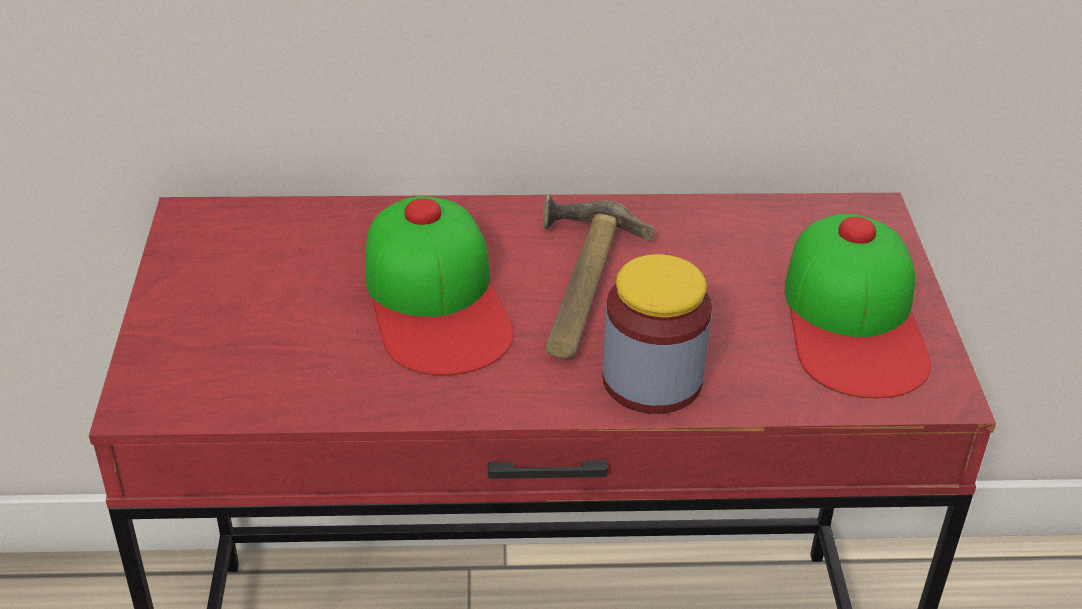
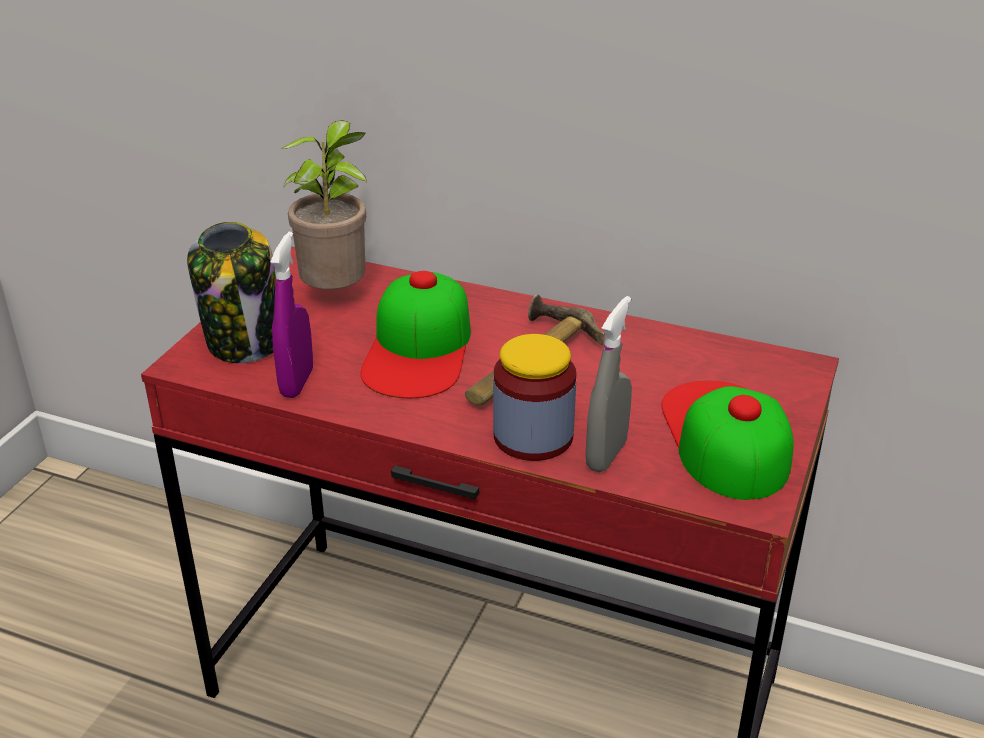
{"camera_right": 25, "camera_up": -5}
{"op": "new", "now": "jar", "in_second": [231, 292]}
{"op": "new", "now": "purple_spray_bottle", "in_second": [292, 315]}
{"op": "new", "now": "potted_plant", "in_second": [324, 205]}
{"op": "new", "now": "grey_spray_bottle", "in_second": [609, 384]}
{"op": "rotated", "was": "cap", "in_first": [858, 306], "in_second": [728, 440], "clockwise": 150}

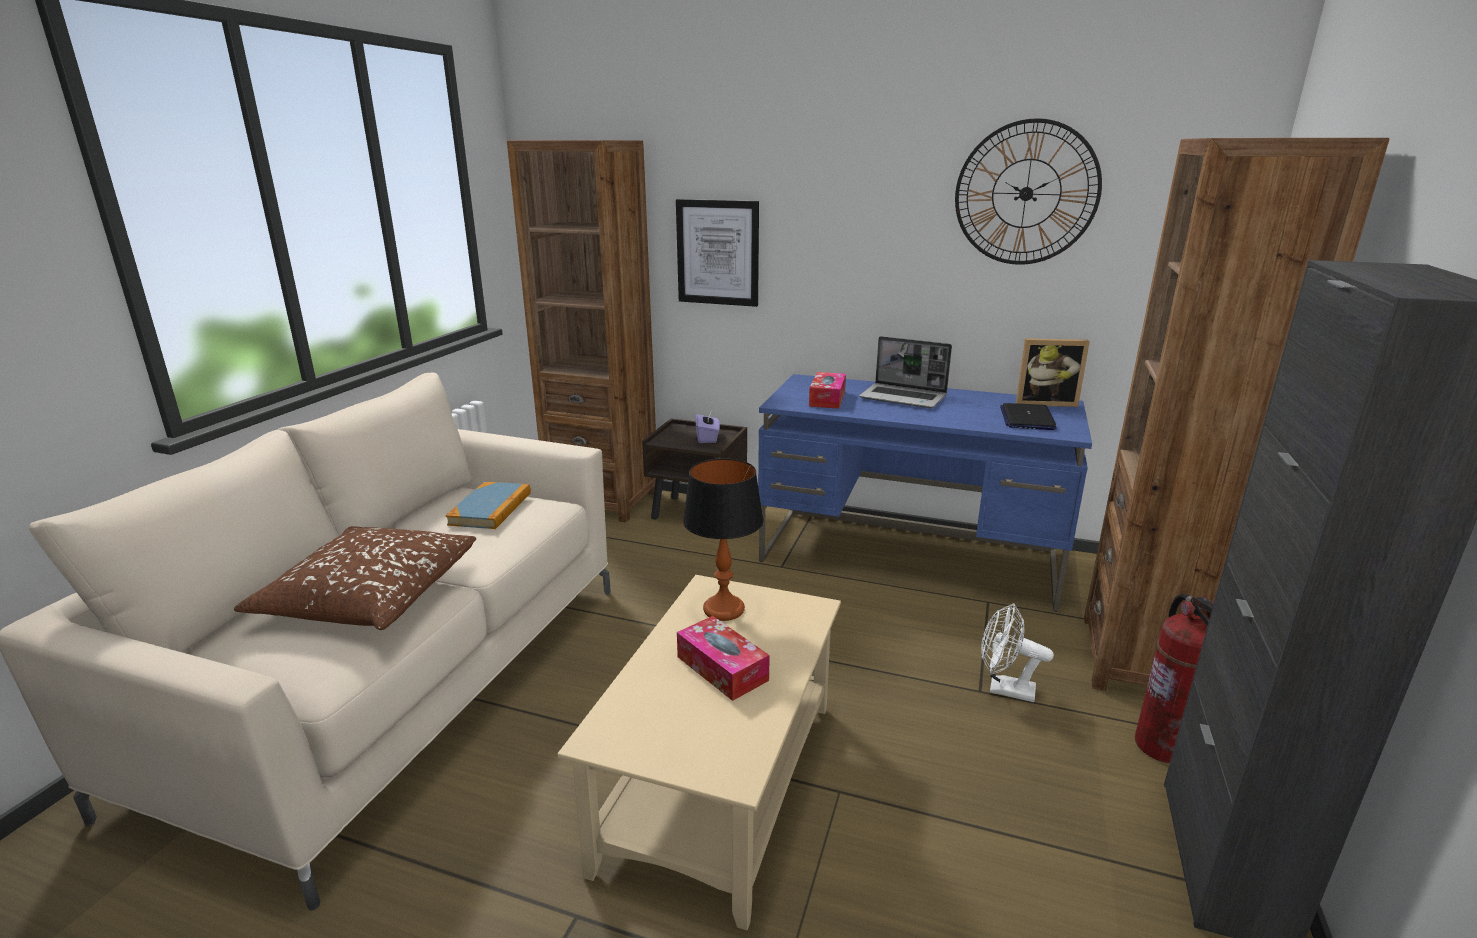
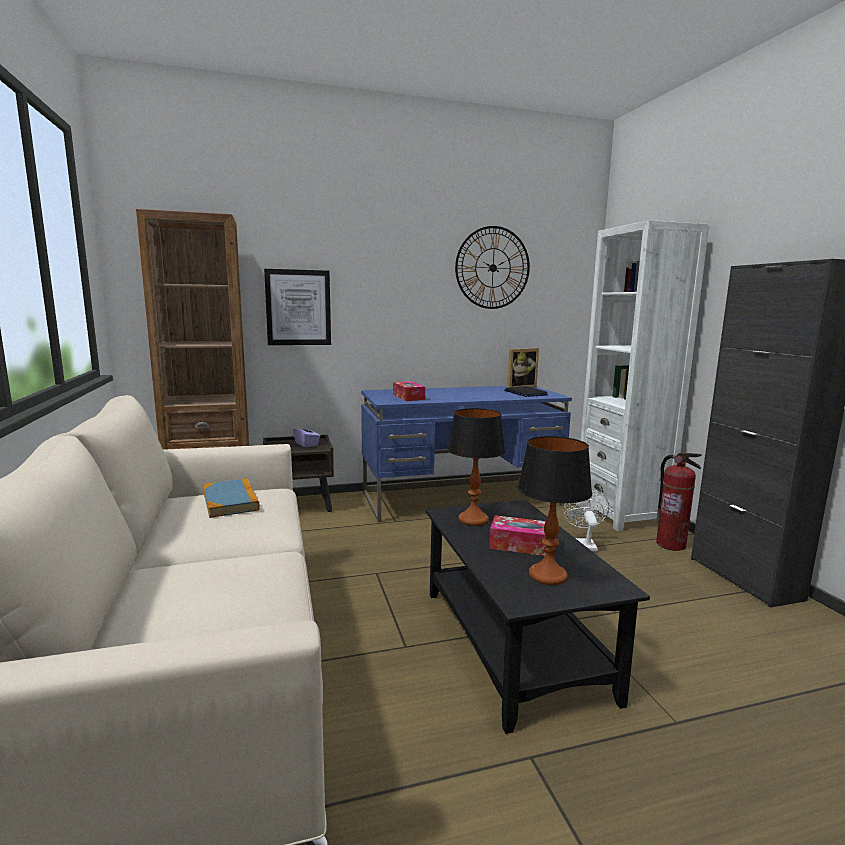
{"camera_right": -35, "camera_up": -10}
{"op": "gone", "was": "brown_pillow", "in_first": [355, 578]}
{"op": "gone", "was": "laptop", "in_first": [905, 372]}
{"op": "new", "now": "table_lamp", "in_second": [555, 510]}
{"op": "repainted", "was": "beige_coffee_table", "now": "black_coffee_table", "in_first": [699, 752], "in_second": [537, 617]}
{"op": "repainted", "was": "brown_bookcase", "now": "white_bookcase", "in_first": [1236, 414], "in_second": [642, 375]}
{"op": "rotated", "was": "white_fan", "in_first": [1017, 652], "in_second": [586, 521], "clockwise": 105}

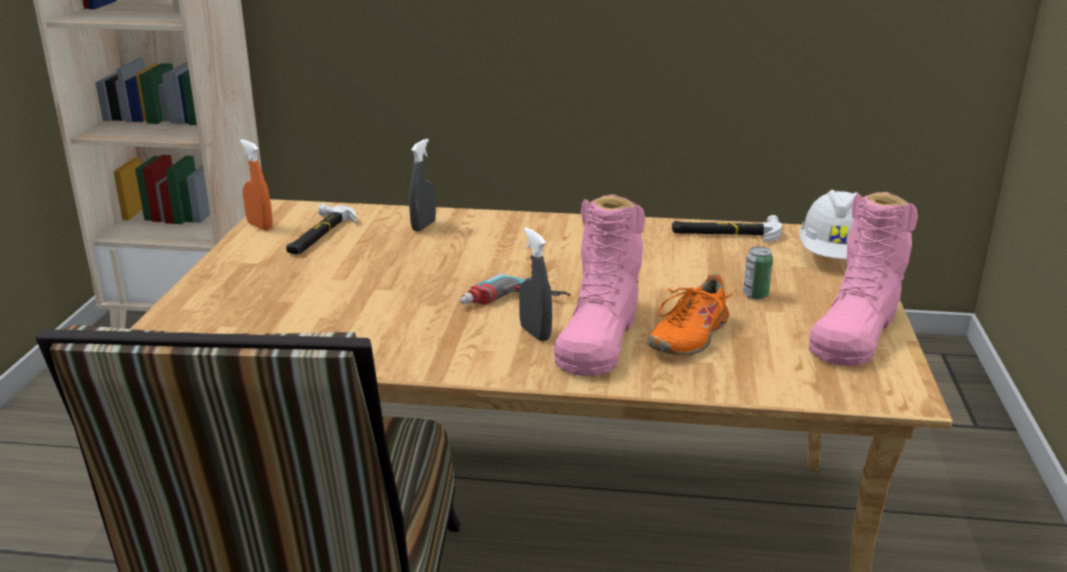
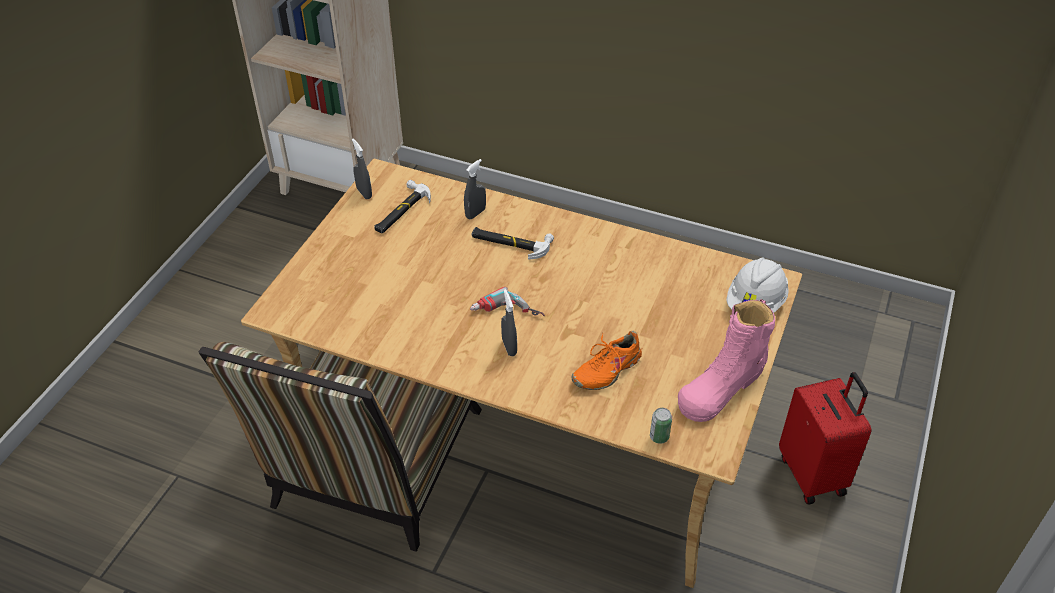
{"camera_right": 15, "camera_up": 20}
{"op": "gone", "was": "pink_boot", "in_first": [599, 285]}
{"op": "new", "now": "red_suitcase", "in_second": [825, 438]}
{"op": "shifted", "was": "hammer", "in_first": [727, 228], "in_second": [513, 243]}
{"op": "shifted", "was": "can", "in_first": [758, 272], "in_second": [661, 426]}
{"op": "repainted", "was": "orange_spray_bottle", "now": "grey_spray_bottle", "in_first": [256, 185], "in_second": [362, 168]}

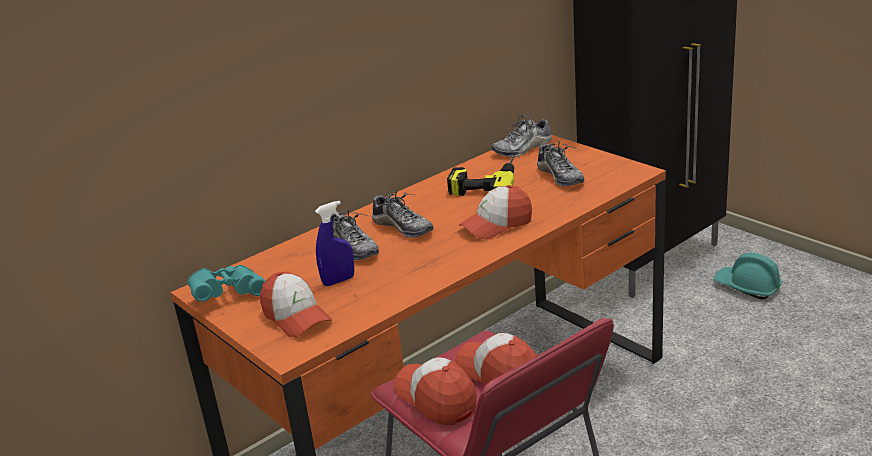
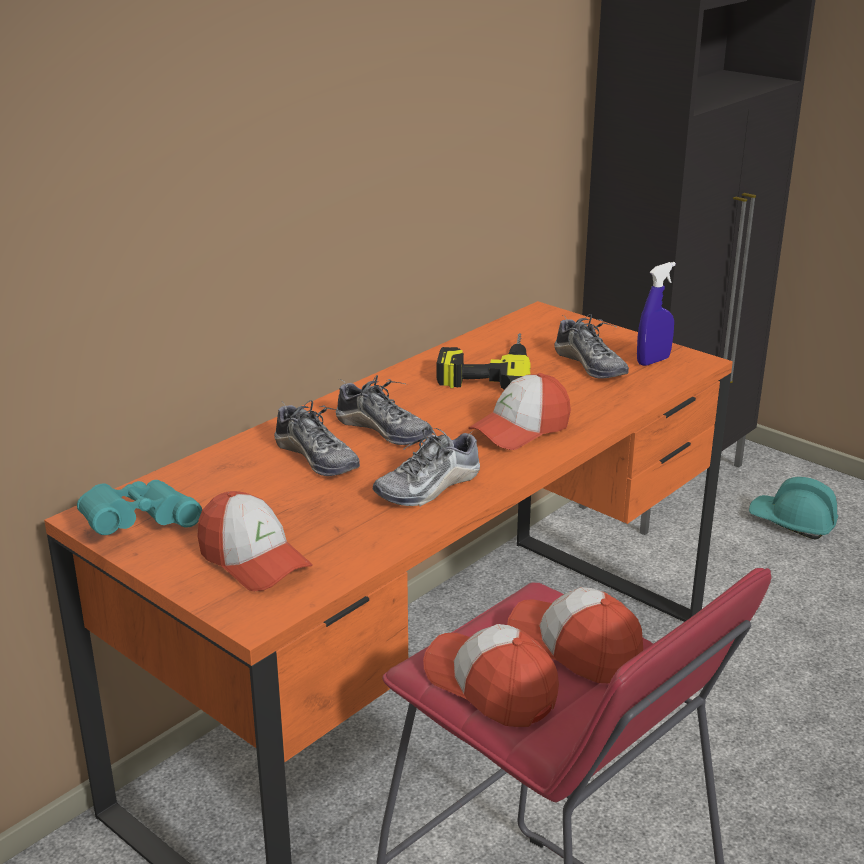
{"camera_right": -10, "camera_up": 0}
{"op": "shifted", "was": "blue_spray_bottle", "in_first": [334, 243], "in_second": [656, 314]}
{"op": "shifted", "was": "shoe", "in_first": [521, 135], "in_second": [426, 466]}

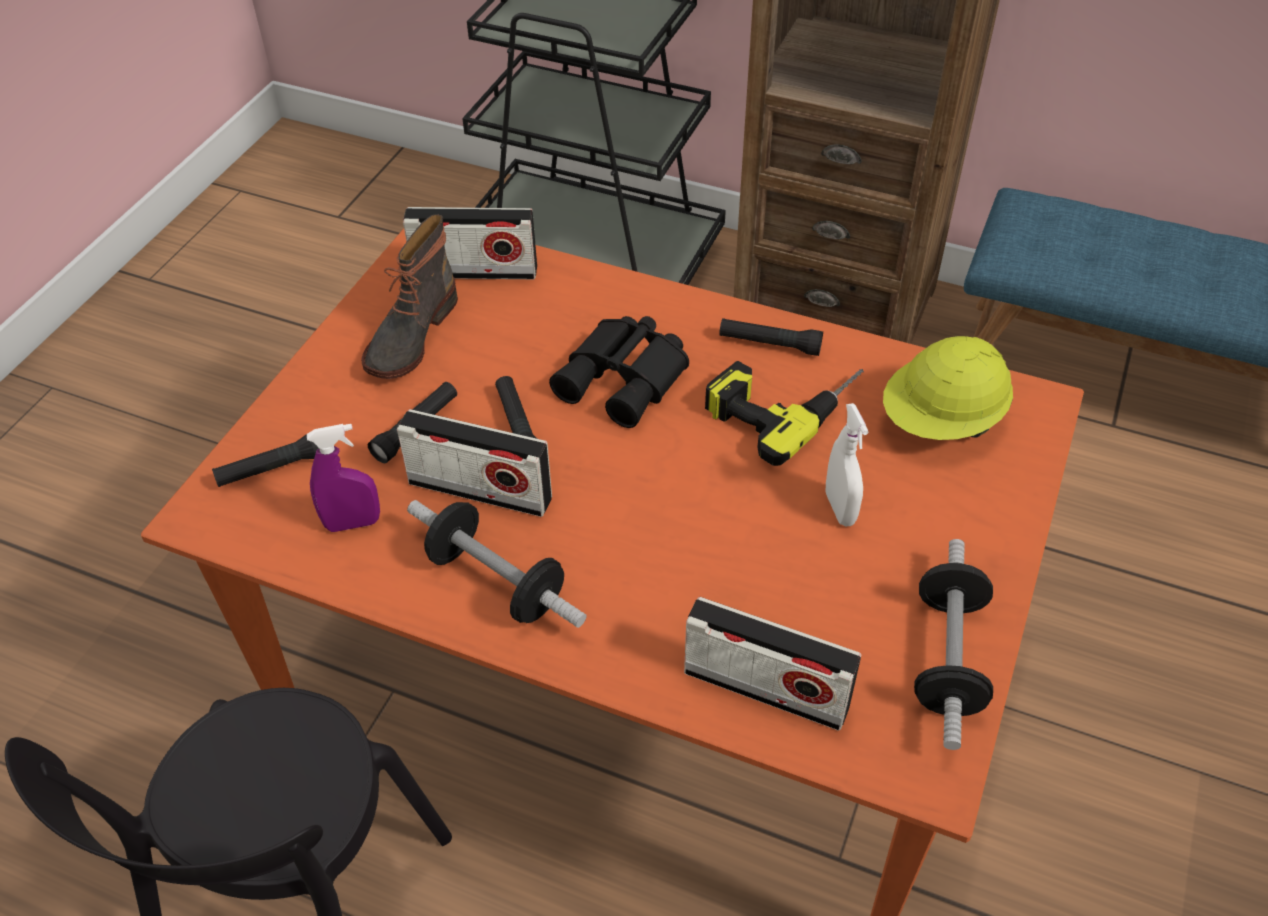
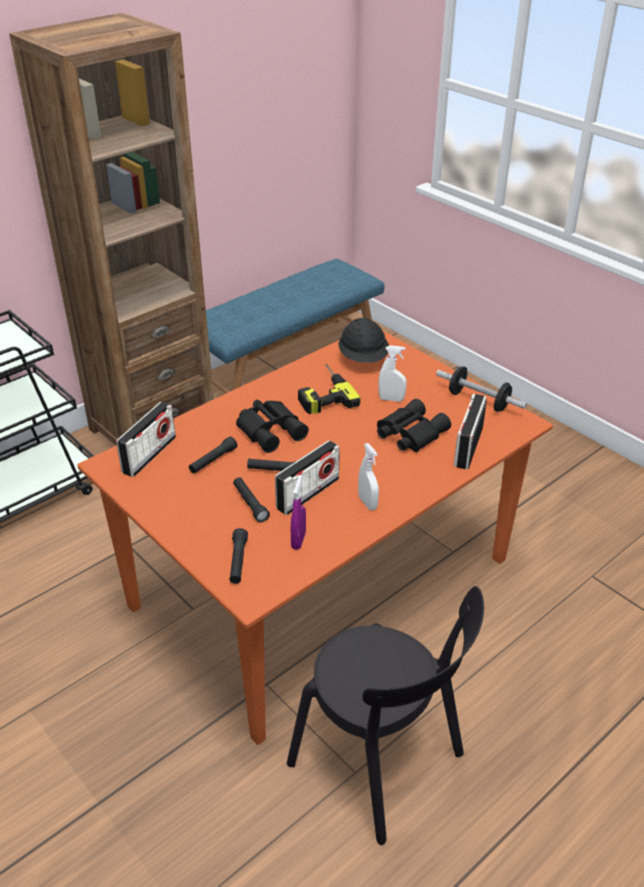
{"camera_right": -65, "camera_up": -10}
{"op": "gone", "was": "boot", "in_first": [409, 296]}
{"op": "new", "now": "black_binoculars", "in_second": [414, 425]}
{"op": "shifted", "was": "black_flashlight", "in_first": [771, 337], "in_second": [213, 455]}
{"op": "swapped", "was": "dumbbell", "now": "white_spray_bottle", "in_first": [497, 564], "in_second": [368, 476]}
{"op": "repainted", "was": "yellow_hard_hat", "now": "black_hard_hat", "in_first": [948, 388], "in_second": [363, 340]}
{"op": "rotated", "was": "radio", "in_first": [772, 664], "in_second": [470, 431], "clockwise": 150}

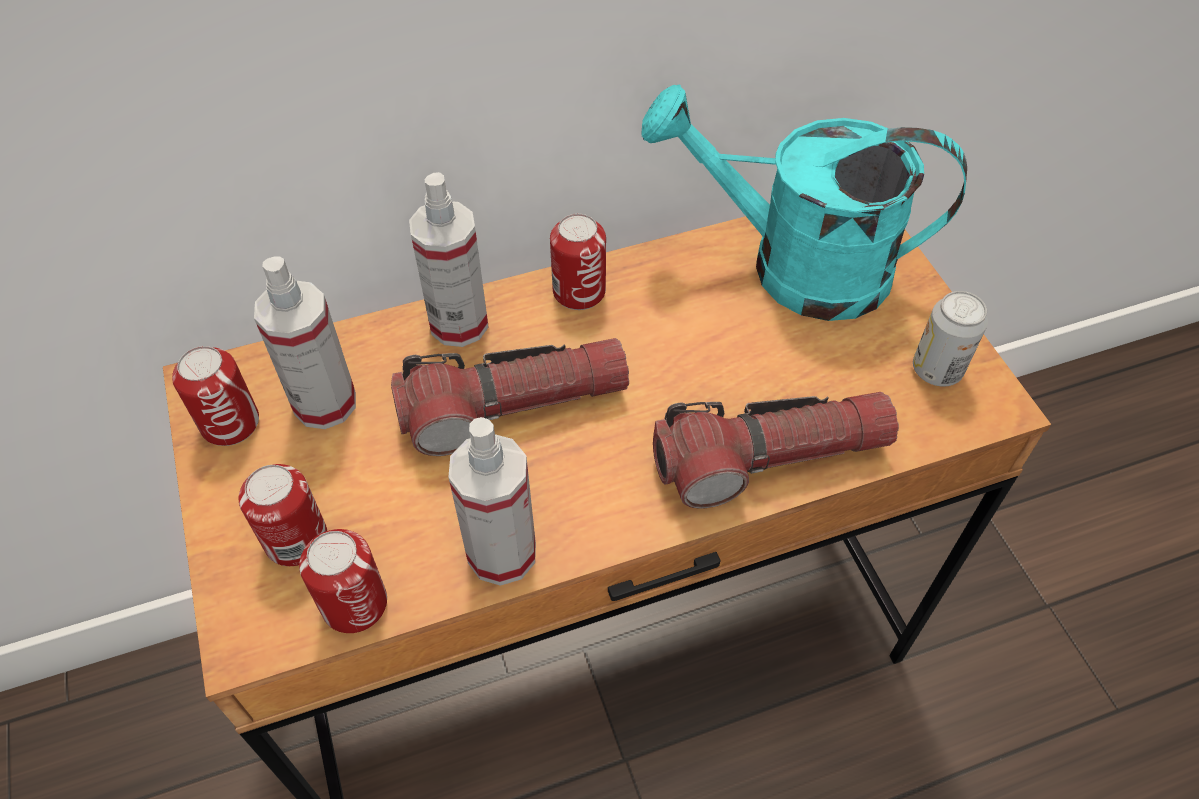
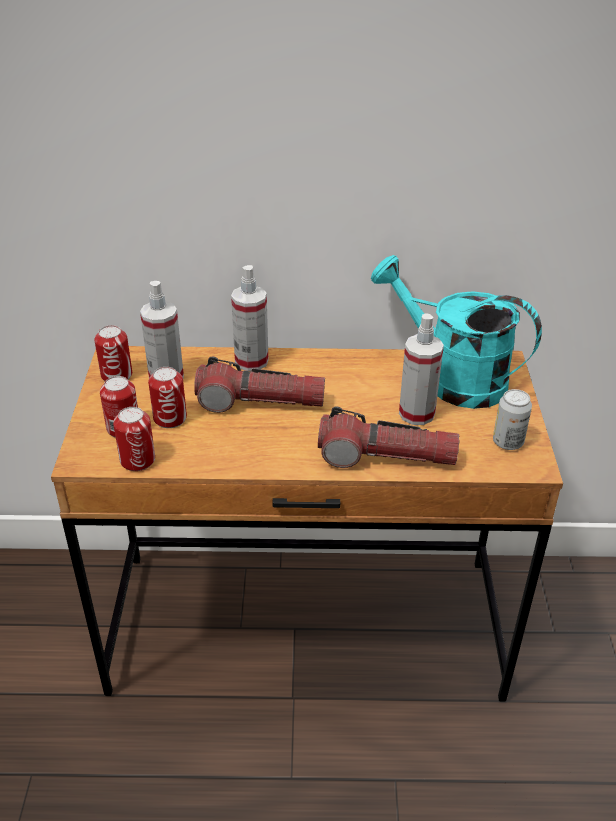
{"camera_right": 20, "camera_up": -15}
{"op": "shifted", "was": "spray_bottle", "in_first": [492, 501], "in_second": [421, 369]}
{"op": "shifted", "was": "can", "in_first": [578, 262], "in_second": [167, 397]}

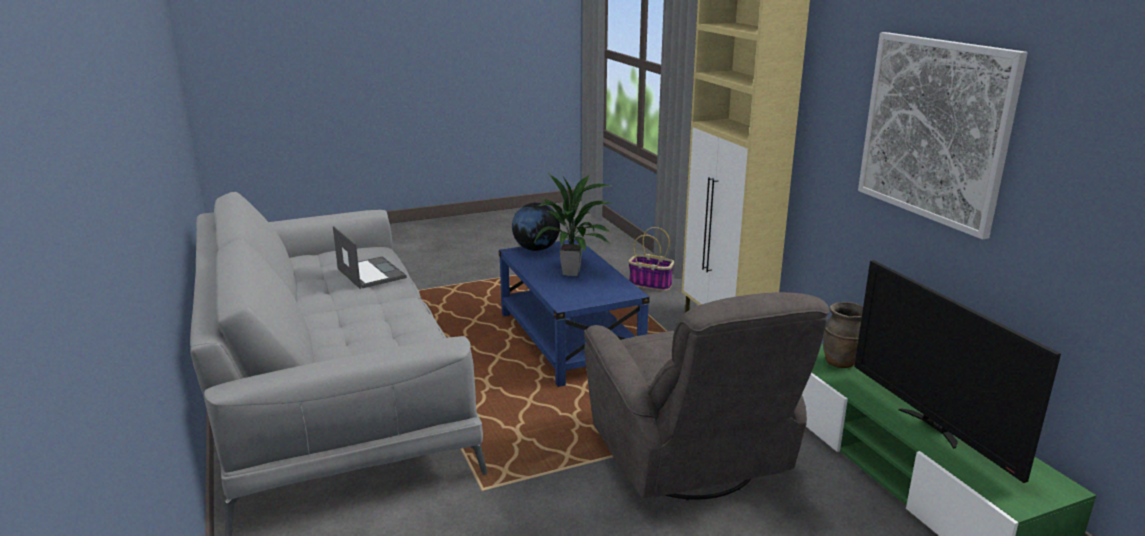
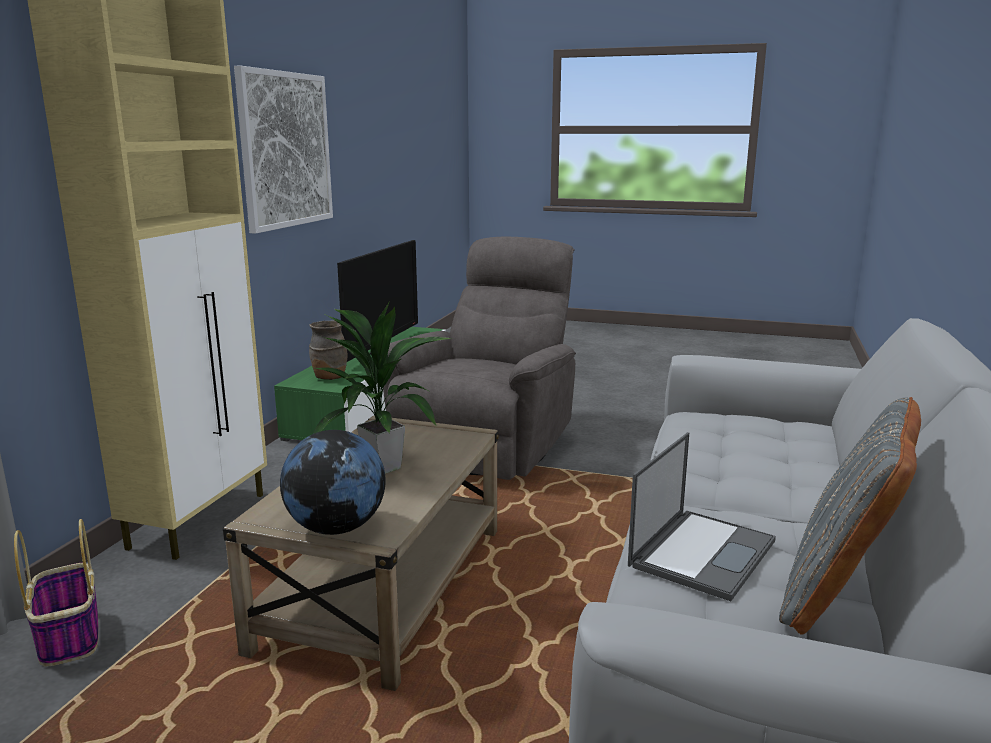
{"camera_right": -140, "camera_up": -5}
{"op": "new", "now": "grey_pillow", "in_second": [850, 516]}
{"op": "repainted", "was": "blue_coffee_table", "now": "beige_coffee_table", "in_first": [574, 313], "in_second": [361, 553]}
{"op": "rotated", "was": "laptop", "in_first": [370, 257], "in_second": [702, 516], "clockwise": -150}

